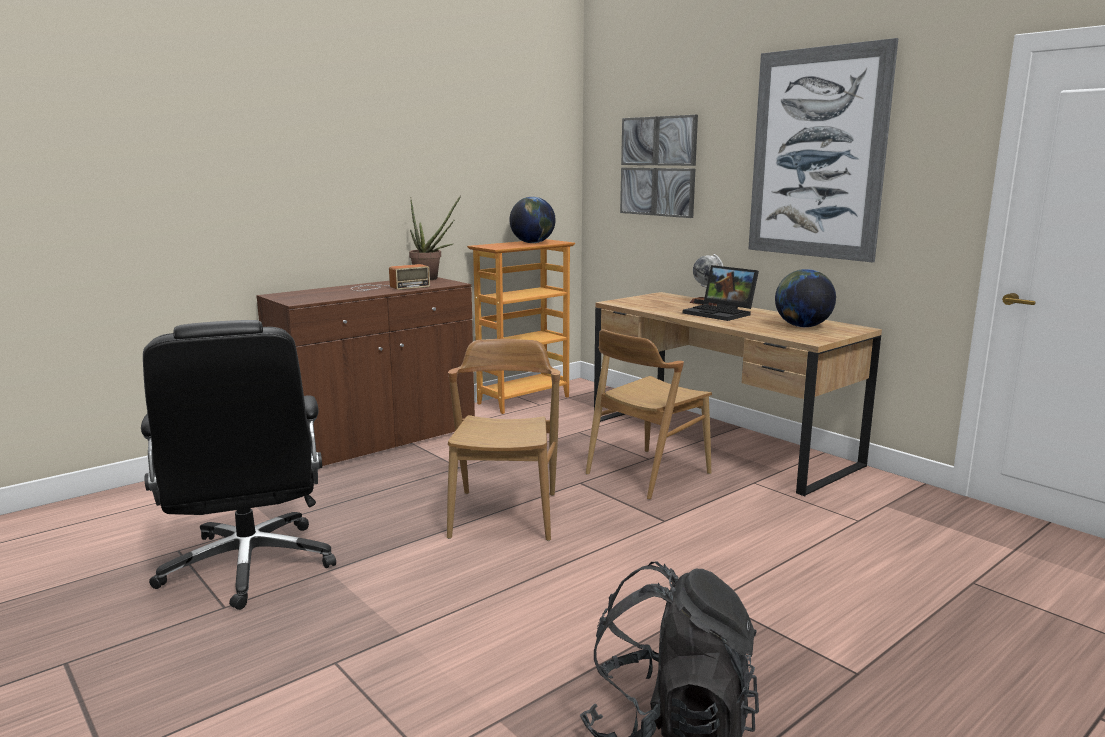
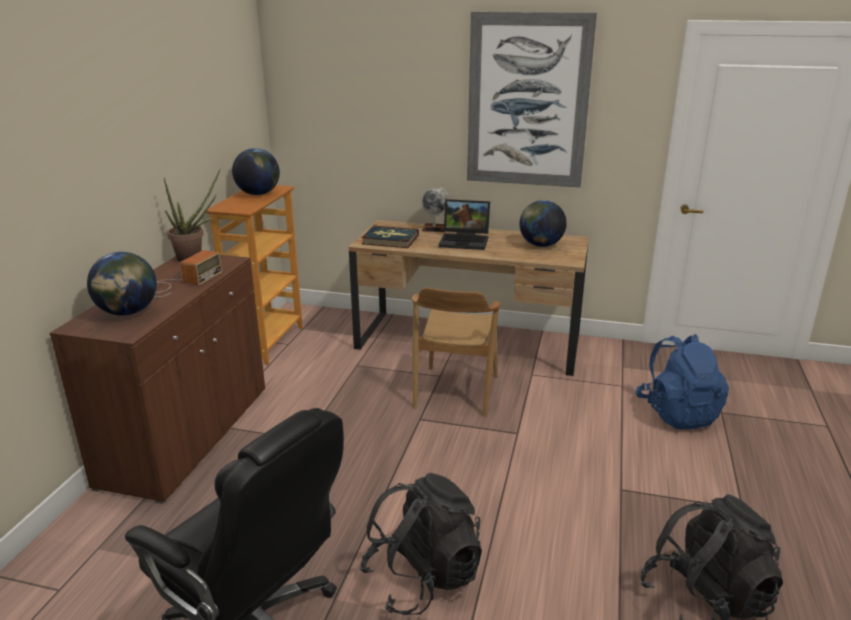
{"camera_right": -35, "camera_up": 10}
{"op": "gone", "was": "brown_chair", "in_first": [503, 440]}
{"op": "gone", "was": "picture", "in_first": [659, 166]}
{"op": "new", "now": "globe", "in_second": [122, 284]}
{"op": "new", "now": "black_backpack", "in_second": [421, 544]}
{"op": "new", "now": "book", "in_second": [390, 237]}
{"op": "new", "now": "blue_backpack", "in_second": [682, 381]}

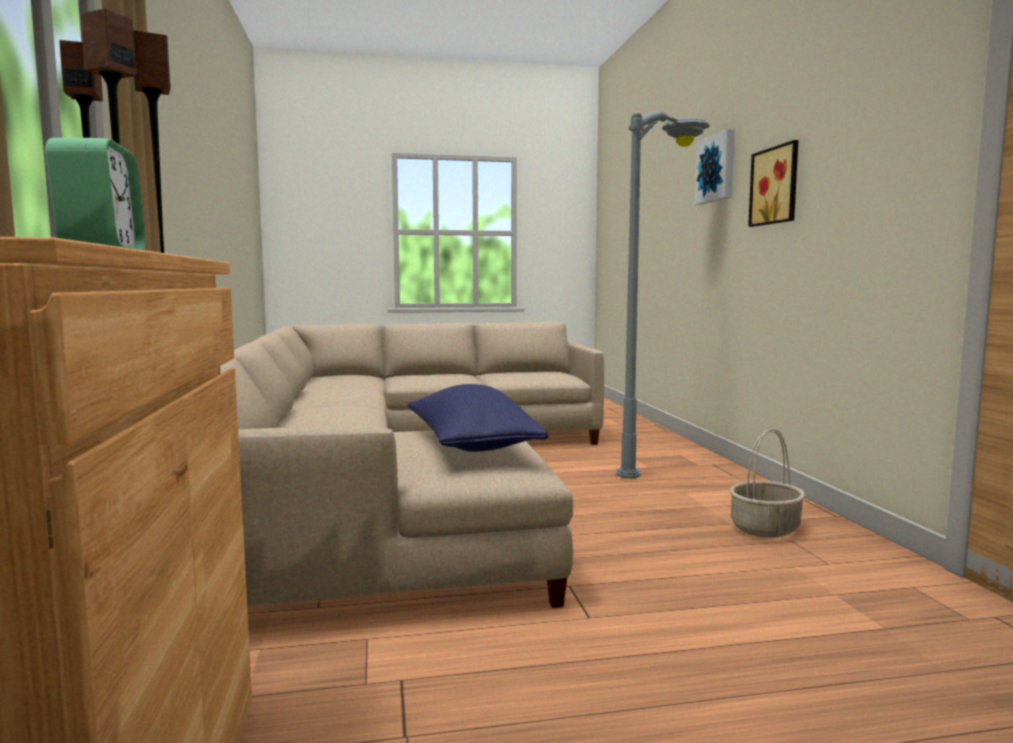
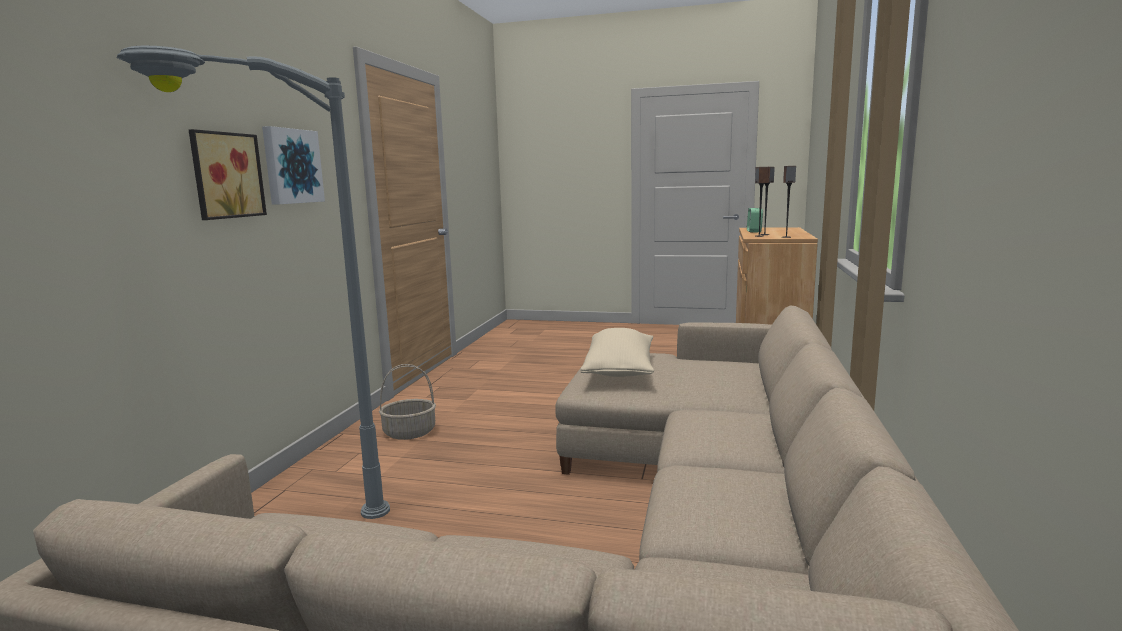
{"camera_right": -155, "camera_up": 5}
{"op": "shifted", "was": "picture", "in_first": [714, 167], "in_second": [293, 165]}
{"op": "repainted", "was": "blue_pillow", "now": "beige_pillow", "in_first": [478, 418], "in_second": [617, 352]}

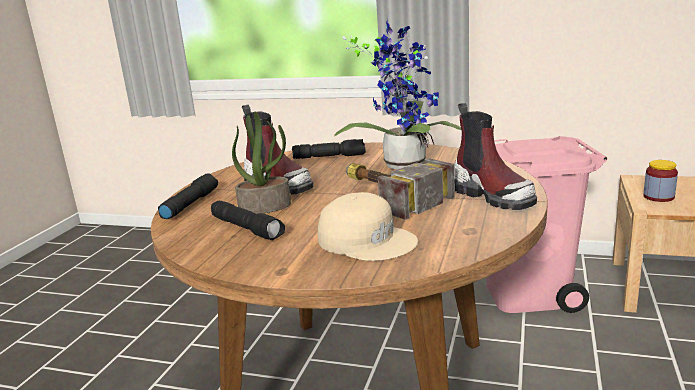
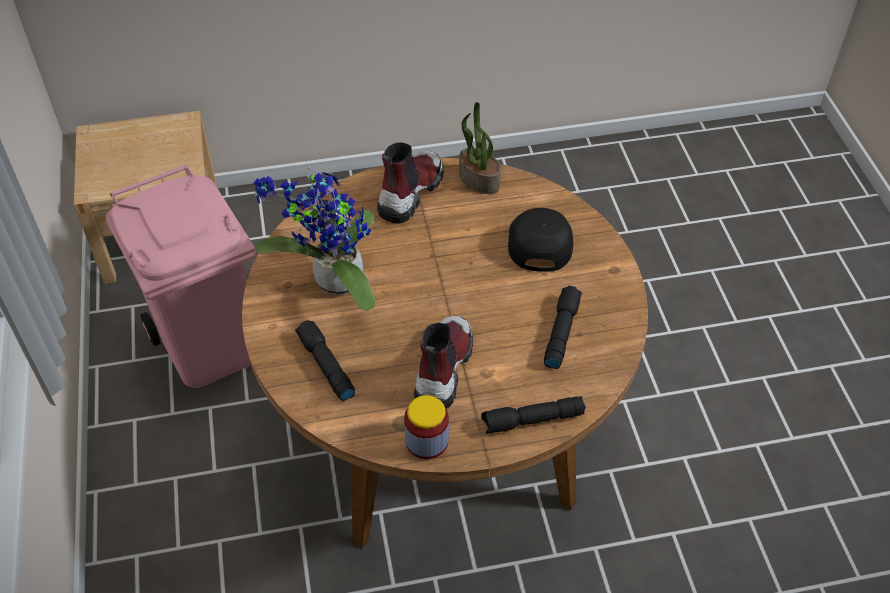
{"camera_right": -120, "camera_up": 30}
{"op": "gone", "was": "hammer", "in_first": [400, 189]}
{"op": "shifted", "was": "potted_plant", "in_first": [261, 163], "in_second": [480, 148]}
{"op": "shifted", "was": "jar", "in_first": [661, 181], "in_second": [426, 427]}
{"op": "repainted", "was": "beige_cap", "now": "black_cap", "in_first": [368, 226], "in_second": [541, 240]}

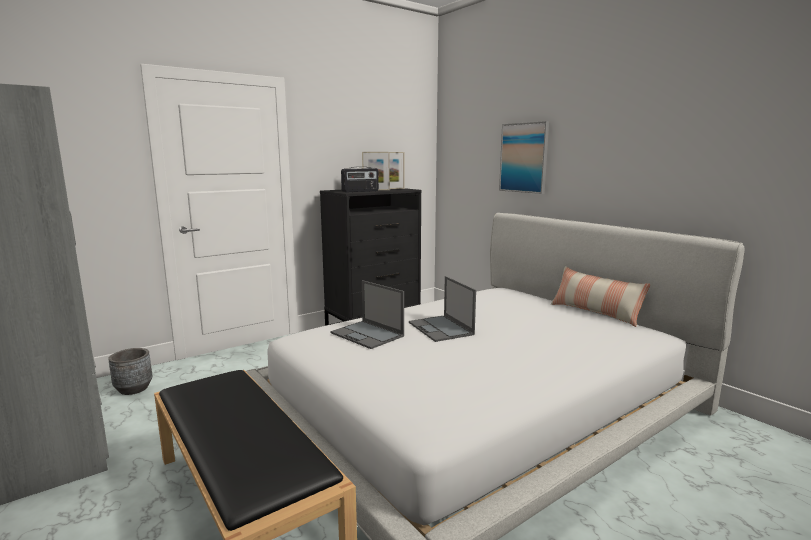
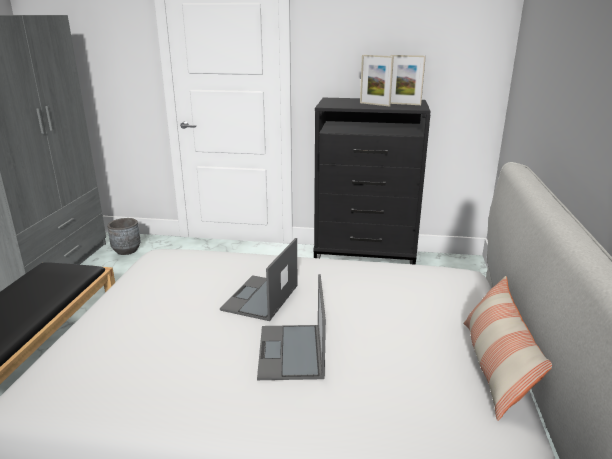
{"camera_right": 45, "camera_up": 10}
{"op": "gone", "was": "radio", "in_first": [360, 179]}
{"op": "gone", "was": "picture", "in_first": [524, 157]}
{"op": "shifted", "was": "laptop", "in_first": [367, 314], "in_second": [291, 327]}

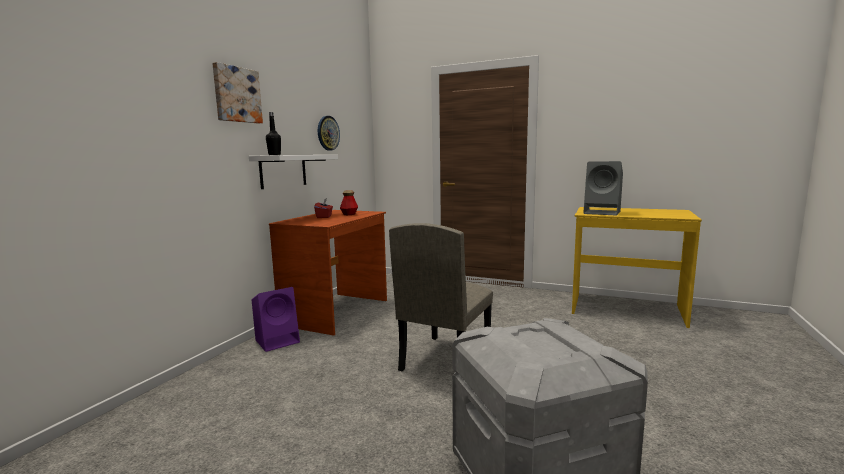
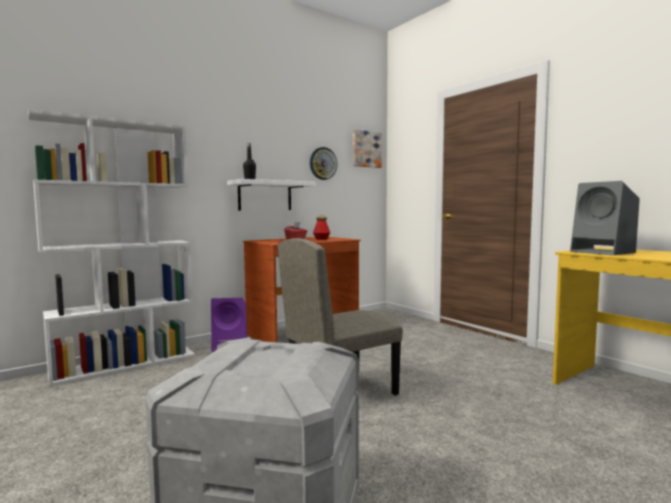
{"camera_right": 30, "camera_up": -5}
{"op": "new", "now": "white_bookcase", "in_second": [111, 247]}
{"op": "shifted", "was": "picture", "in_first": [237, 93], "in_second": [367, 148]}

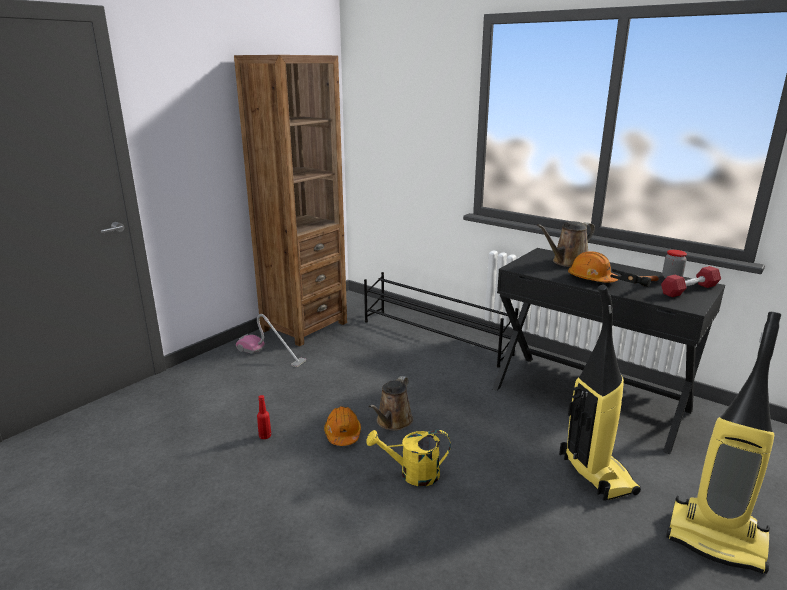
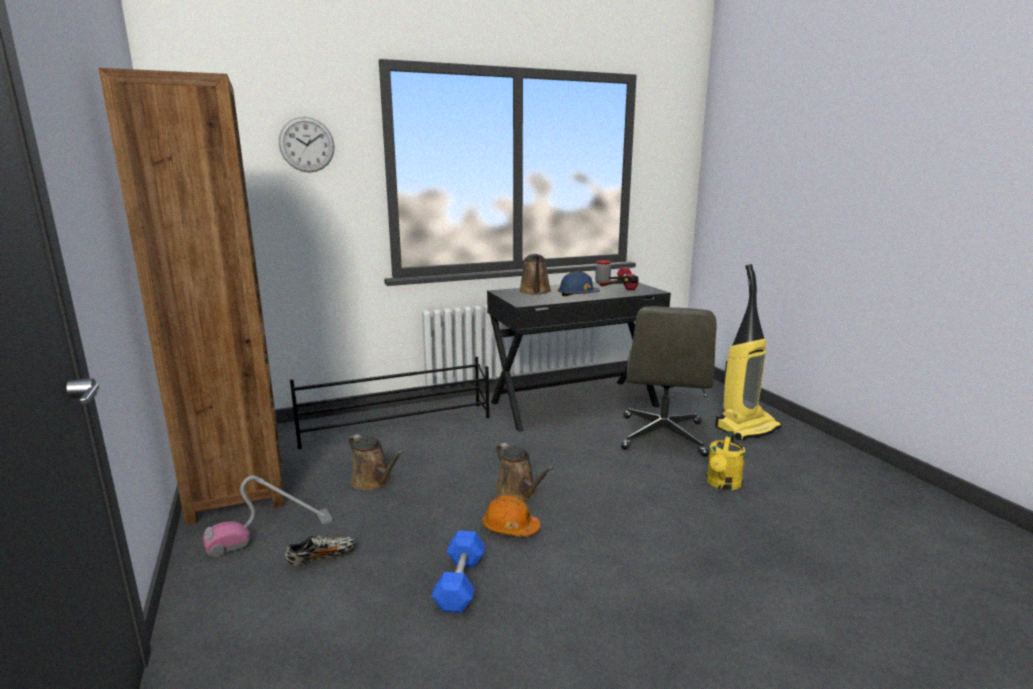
{"camera_right": -60, "camera_up": -5}
{"op": "new", "now": "wall_clock", "in_second": [307, 144]}
{"op": "new", "now": "shoe", "in_second": [320, 551]}
{"op": "new", "now": "brown_watering_can", "in_second": [376, 462]}
{"op": "shifted", "was": "yellow_watering_can", "in_first": [408, 458], "in_second": [725, 460]}
{"op": "swapped", "was": "red_bottle", "now": "blue_dumbbell", "in_first": [264, 417], "in_second": [458, 572]}
{"op": "swapped", "was": "vacuum_cleaner", "now": "grey_office_chair", "in_first": [600, 393], "in_second": [669, 382]}
{"op": "repainted", "was": "orange_hard_hat", "now": "blue_hard_hat", "in_first": [593, 267], "in_second": [578, 283]}

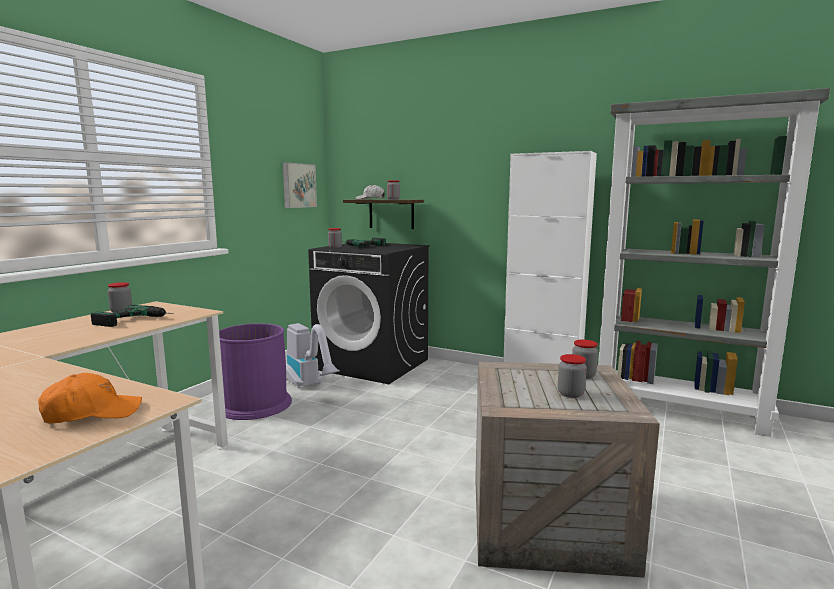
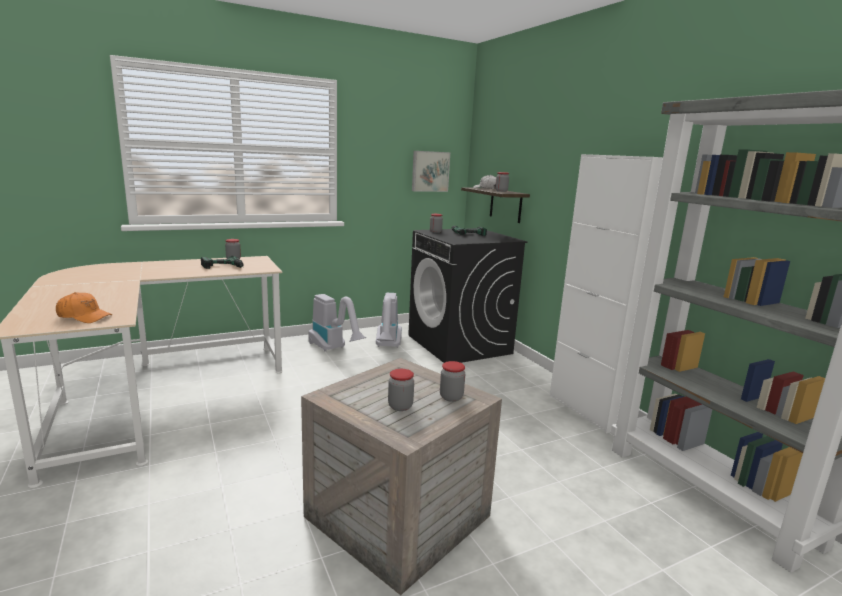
{"camera_right": 35, "camera_up": 5}
{"op": "swapped", "was": "purple_trash_can", "now": "vacuum_cleaner", "in_first": [255, 371], "in_second": [337, 322]}

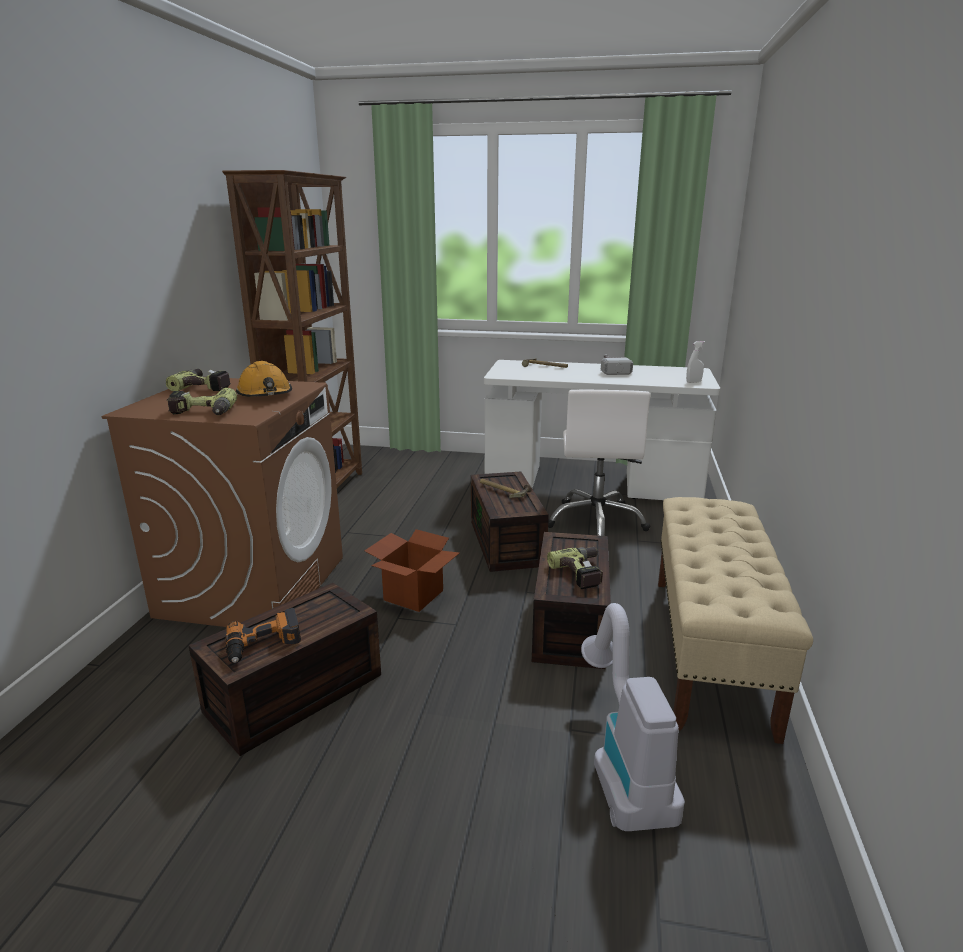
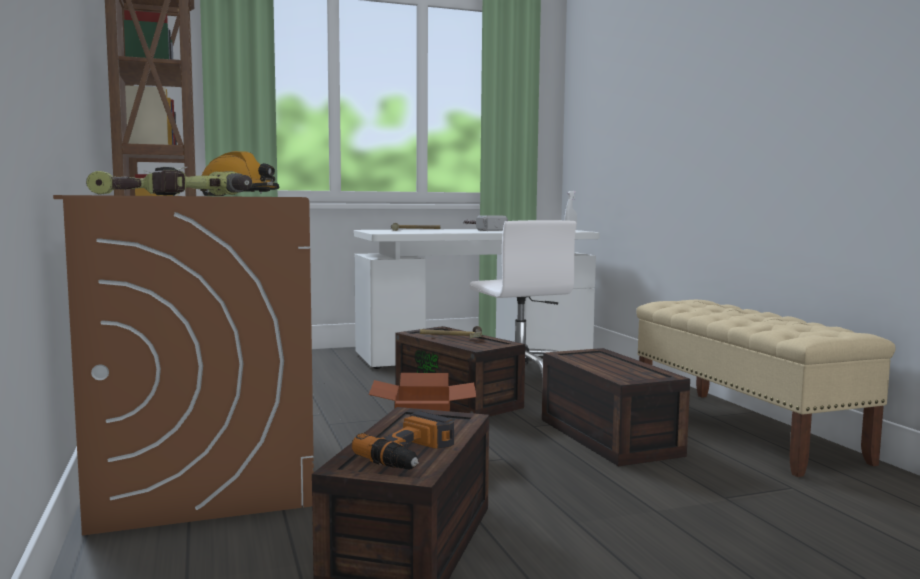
{"camera_right": -30, "camera_up": -15}
{"op": "gone", "was": "power_drill", "in_first": [575, 568]}
{"op": "gone", "was": "vacuum_cleaner", "in_first": [633, 717]}

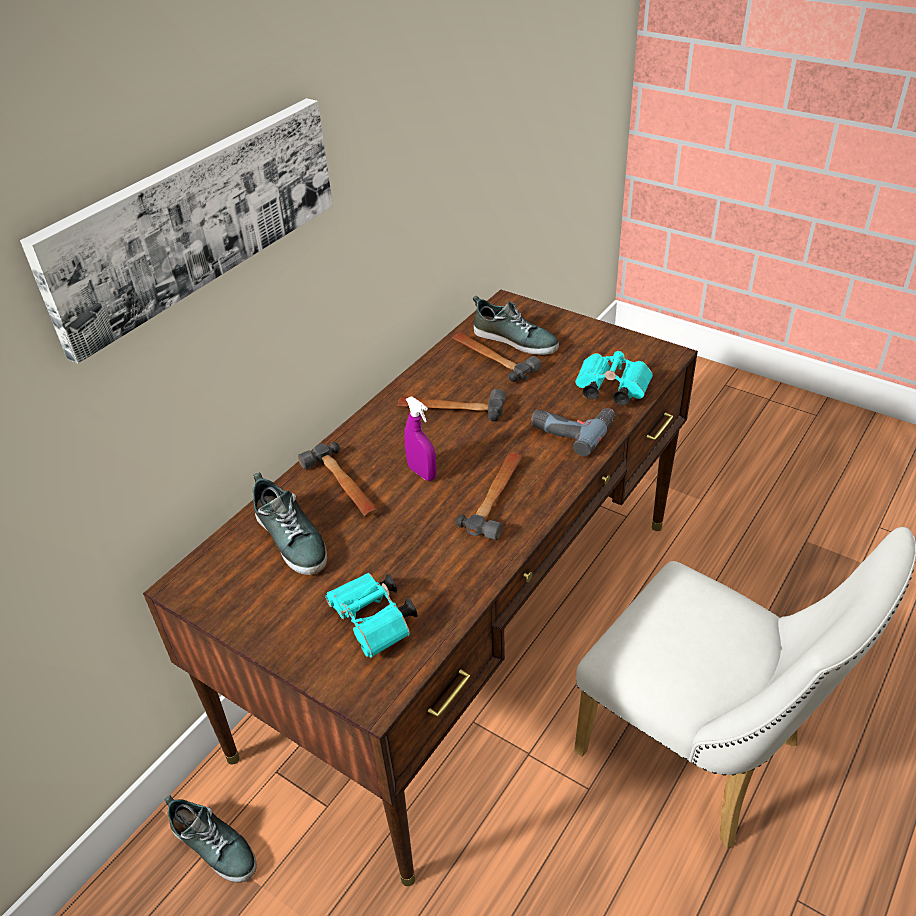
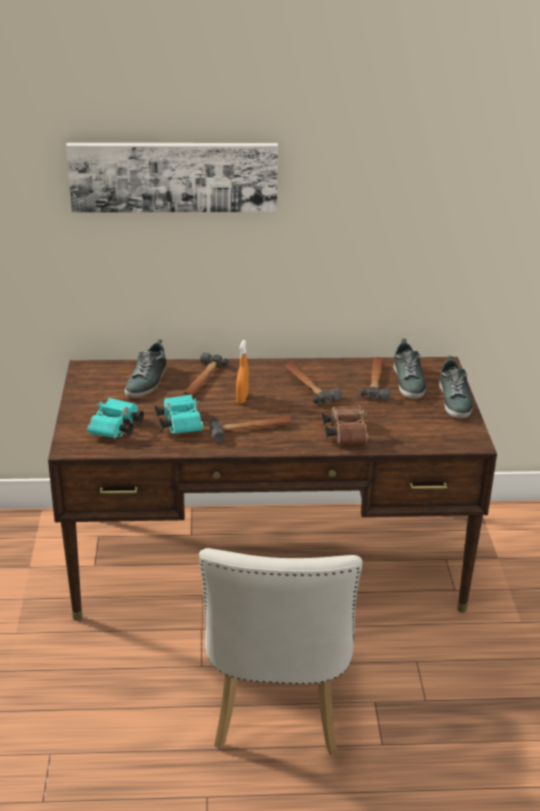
{"camera_right": 50, "camera_up": -10}
{"op": "shifted", "was": "shoe", "in_first": [210, 839], "in_second": [456, 387]}
{"op": "shifted", "was": "turquoise_binoculars", "in_first": [614, 378], "in_second": [179, 414]}
{"op": "swapped", "was": "power_drill", "now": "brown_binoculars", "in_first": [573, 432], "in_second": [345, 424]}
{"op": "repainted", "was": "purple_spray_bottle", "now": "orange_spray_bottle", "in_first": [420, 439], "in_second": [242, 372]}

